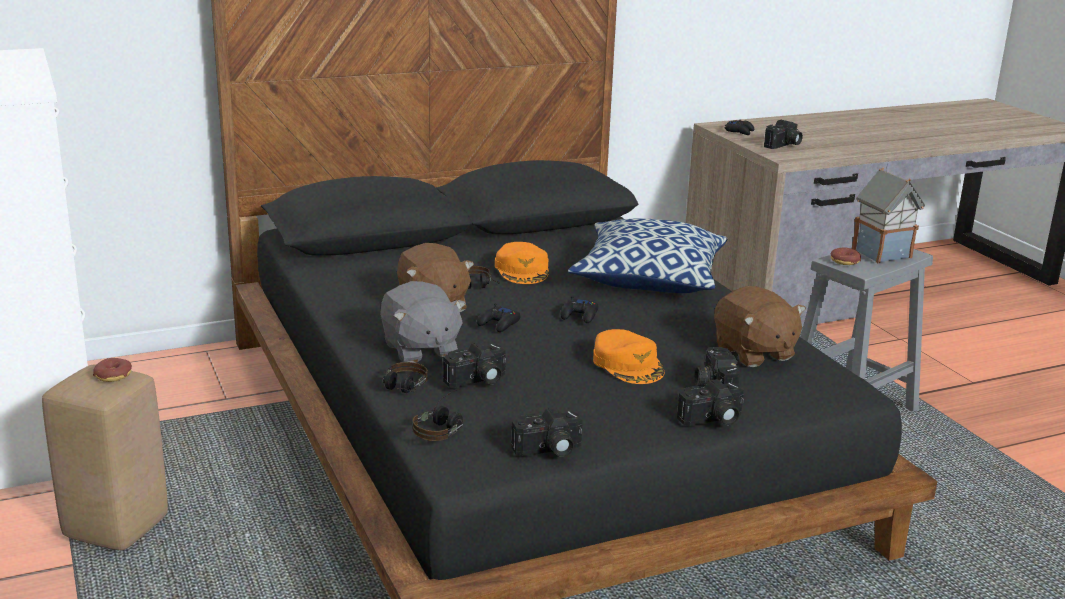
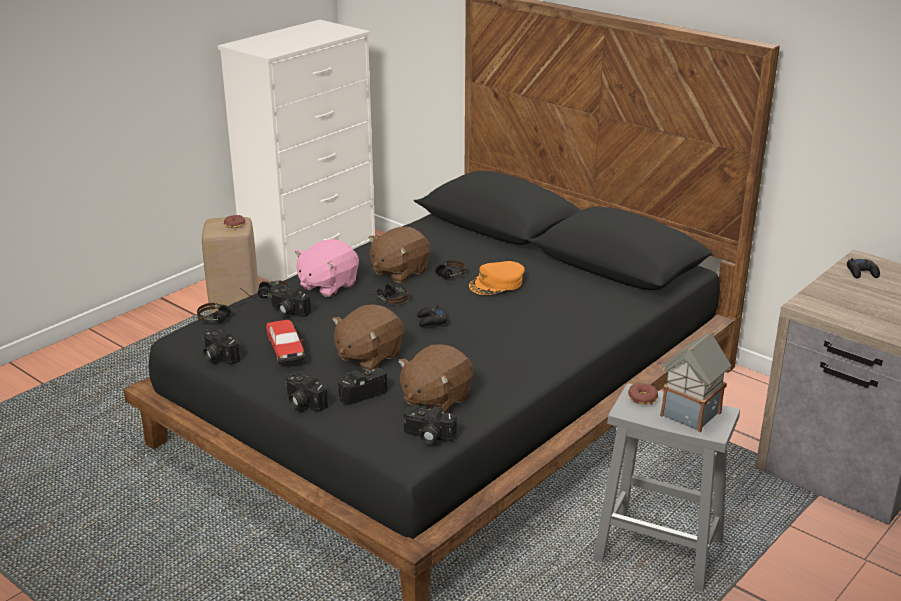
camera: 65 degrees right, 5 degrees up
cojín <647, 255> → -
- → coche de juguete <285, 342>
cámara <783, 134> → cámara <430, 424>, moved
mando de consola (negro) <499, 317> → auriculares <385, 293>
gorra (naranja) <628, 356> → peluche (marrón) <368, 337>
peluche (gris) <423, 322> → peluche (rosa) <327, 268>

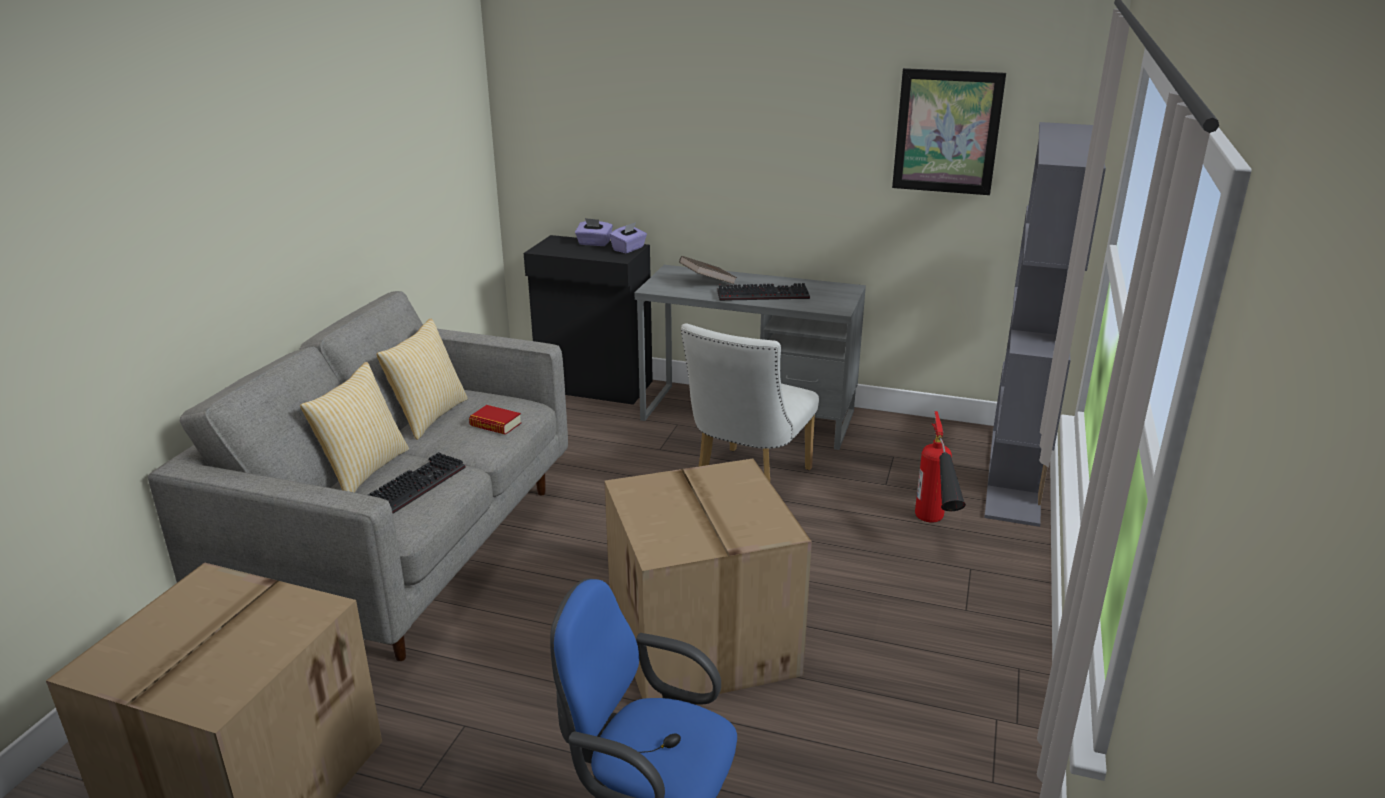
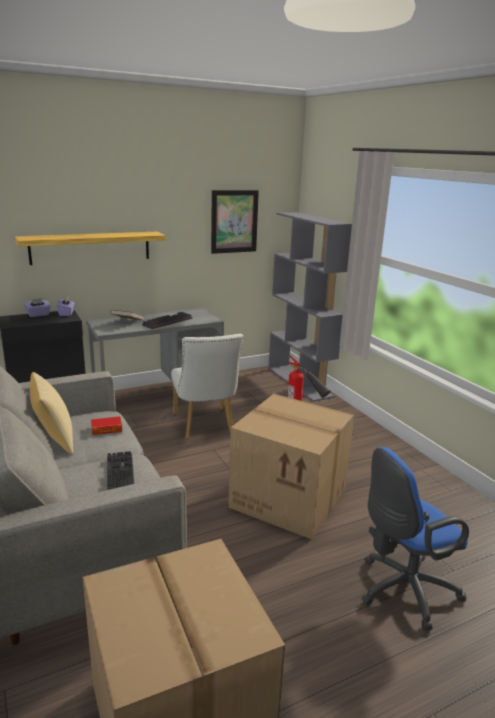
camera: 45 degrees left, 5 degrees down
cojín <354, 427> → -
- → estante <90, 248>

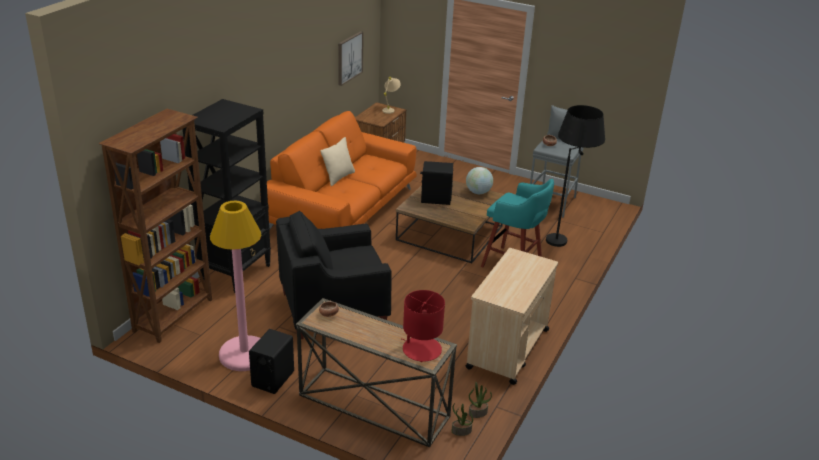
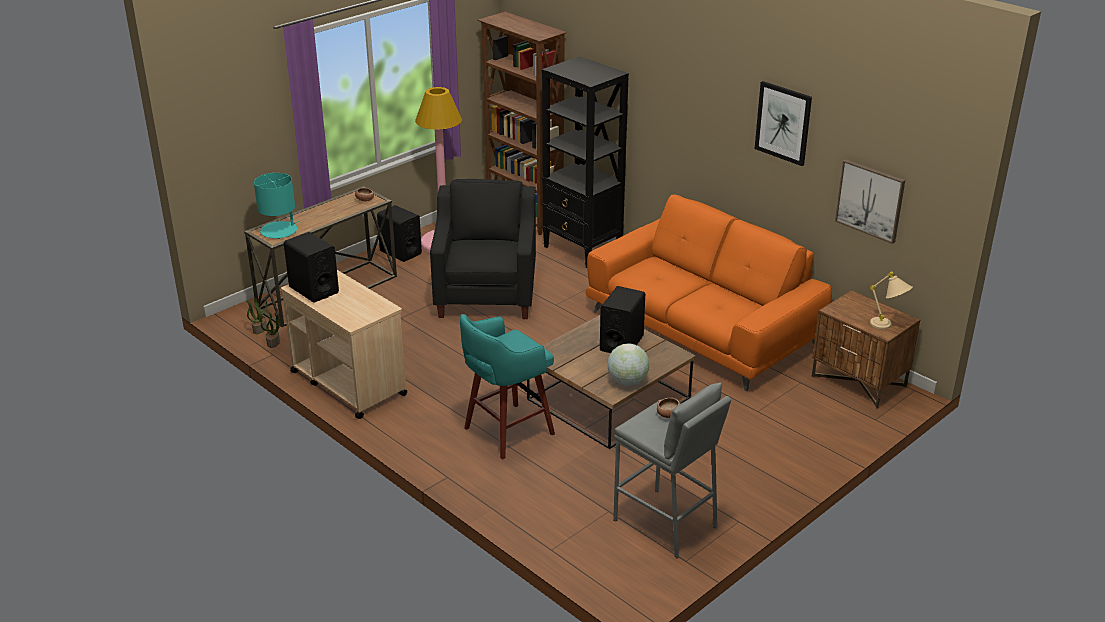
camera: 110 degrees right, 0 degrees up
cojín (beis) <337, 161> → -
lámpara de pie (negro) <575, 176> → -
- → altavoz (negro) <311, 267>
- → cuadro <783, 123>
lámpara de mesa (rojo) <423, 326> → lámpara de mesa (turquesa) <276, 206>

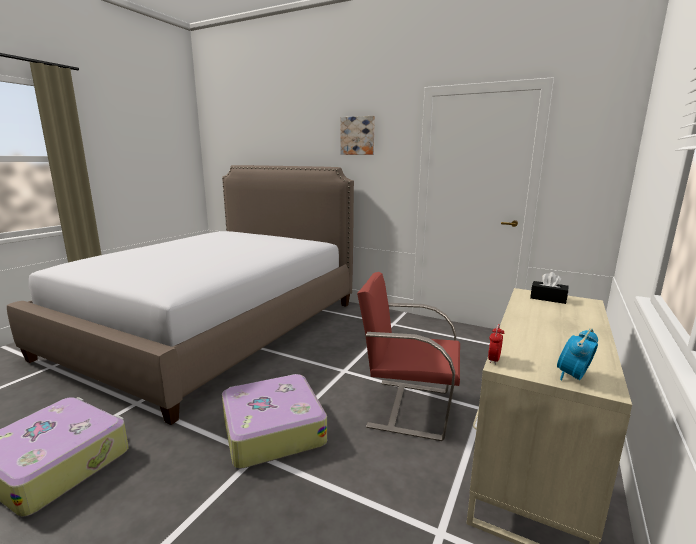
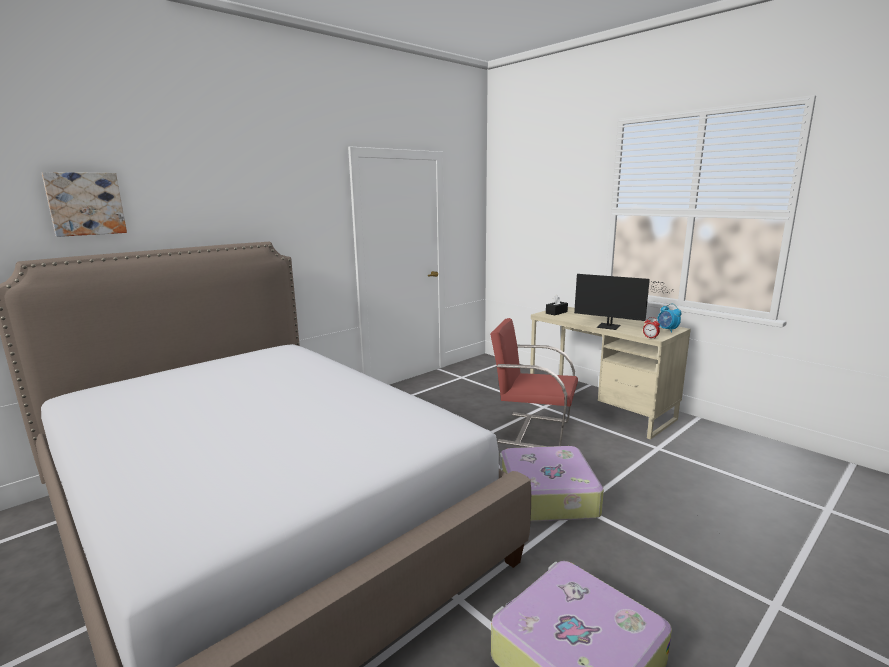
camera: 70 degrees left, 0 degrees up
- → monitor <624, 302>
cuadro <357, 135> → cuadro <84, 204>, moved
silla (rojo) <408, 356> → silla (rojo) <534, 382>, 75 degrees clockwise

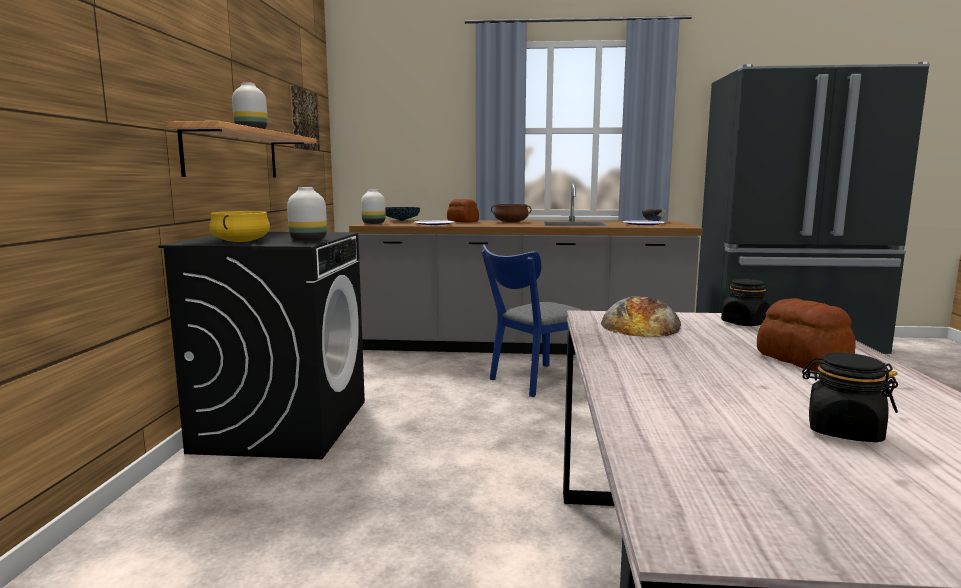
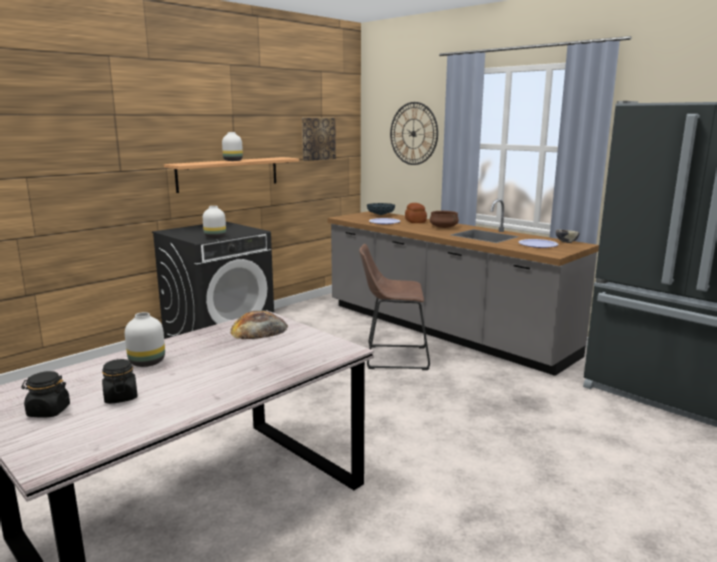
camera: 40 degrees right, 5 degrees up
olla (amarillo) <239, 226> → -
pan <806, 335> → -
- → reloj de pared <414, 133>
florero (blanco) <373, 207> → florero (blanco) <145, 339>, moved
tarro (negro) <745, 302> → tarro (negro) <45, 394>, moved
silla (azul) <533, 320> → taburete (marrón) <394, 307>

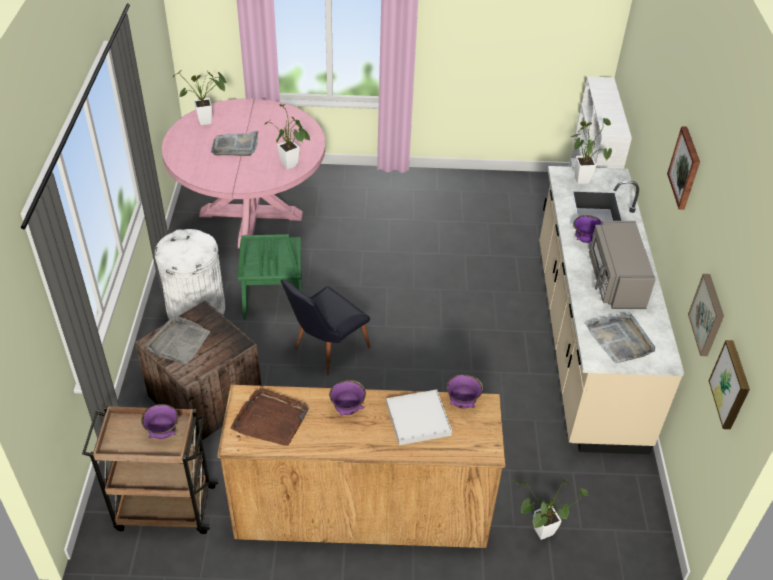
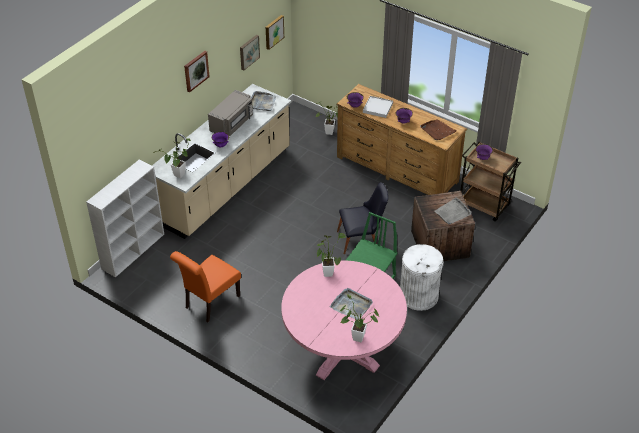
camera: 145 degrees left, 0 degrees up
- → silla (naranja) <205, 286>

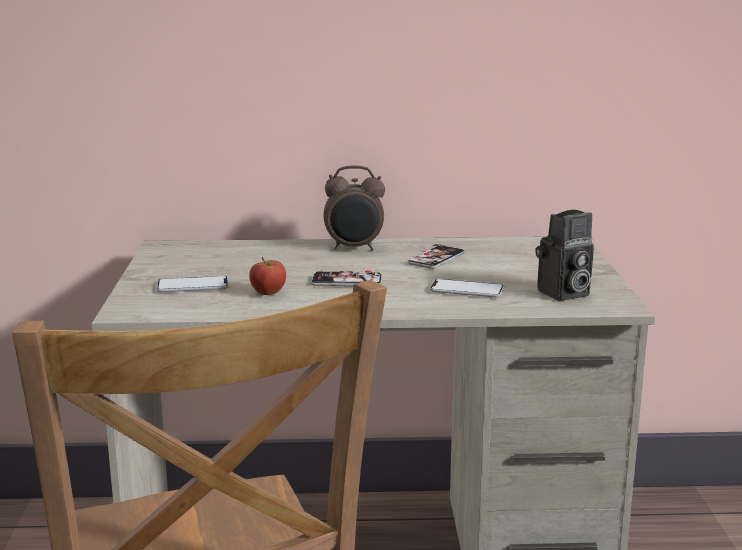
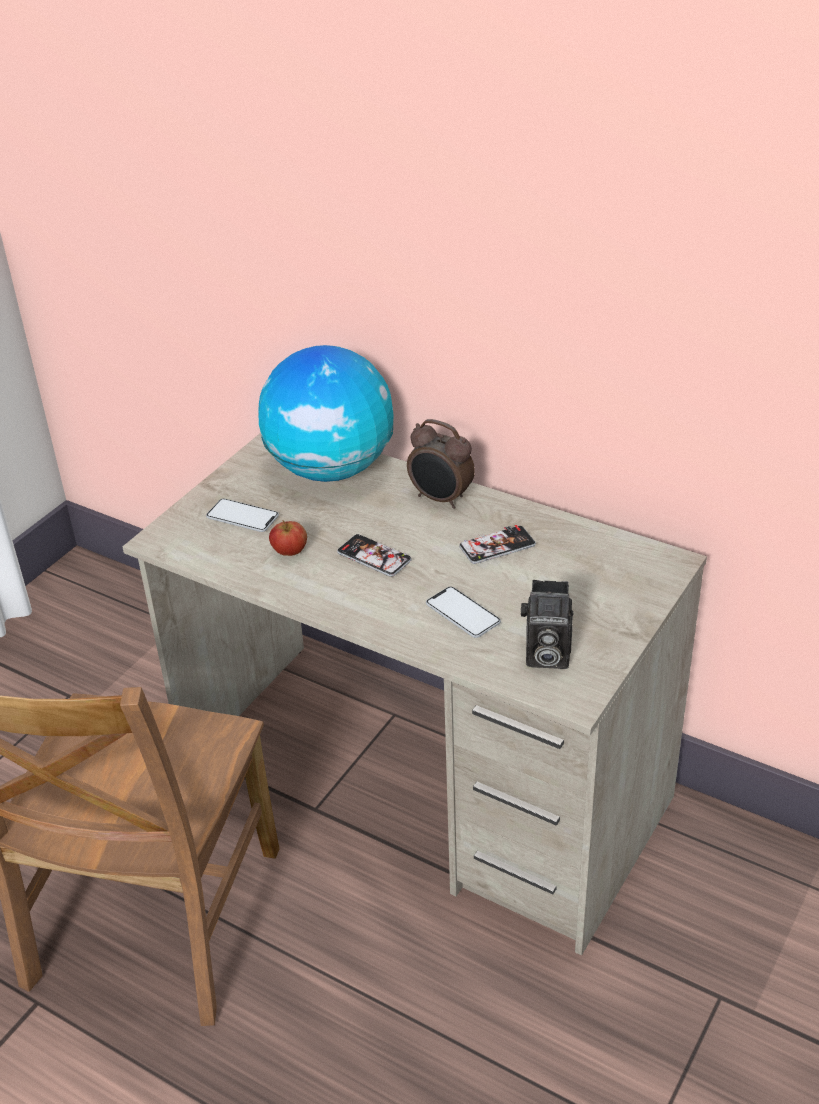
camera: 35 degrees right, 20 degrees up
- → globo terráqueo <326, 413>

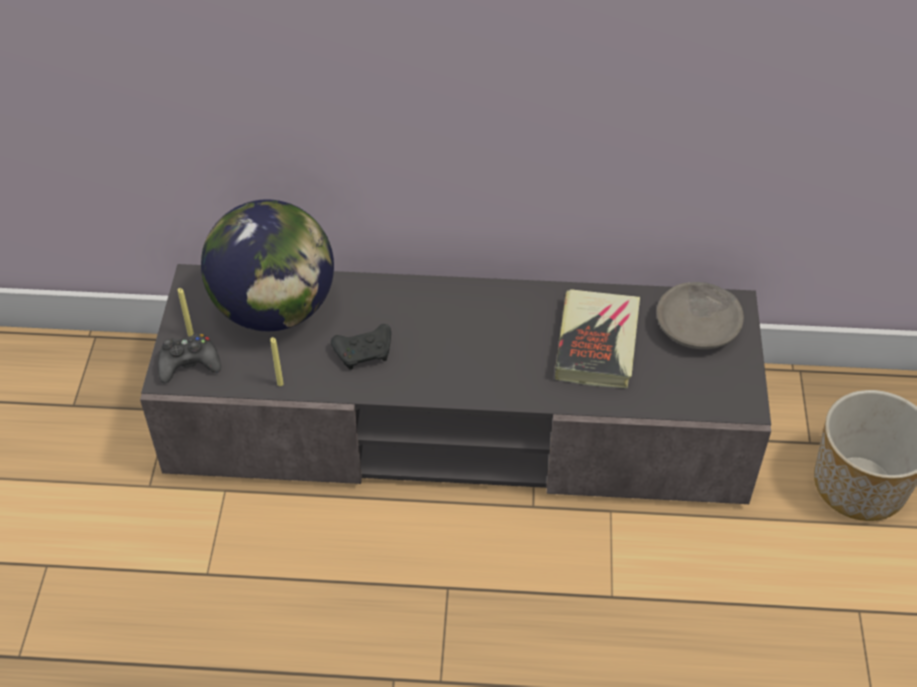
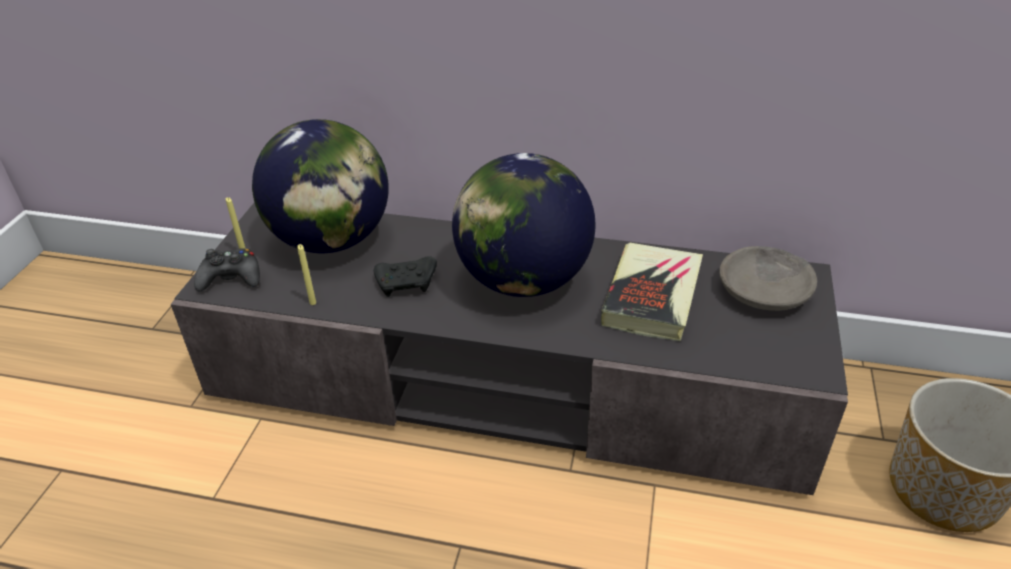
camera: 10 degrees right, 10 degrees down
- → globo terráqueo <524, 225>

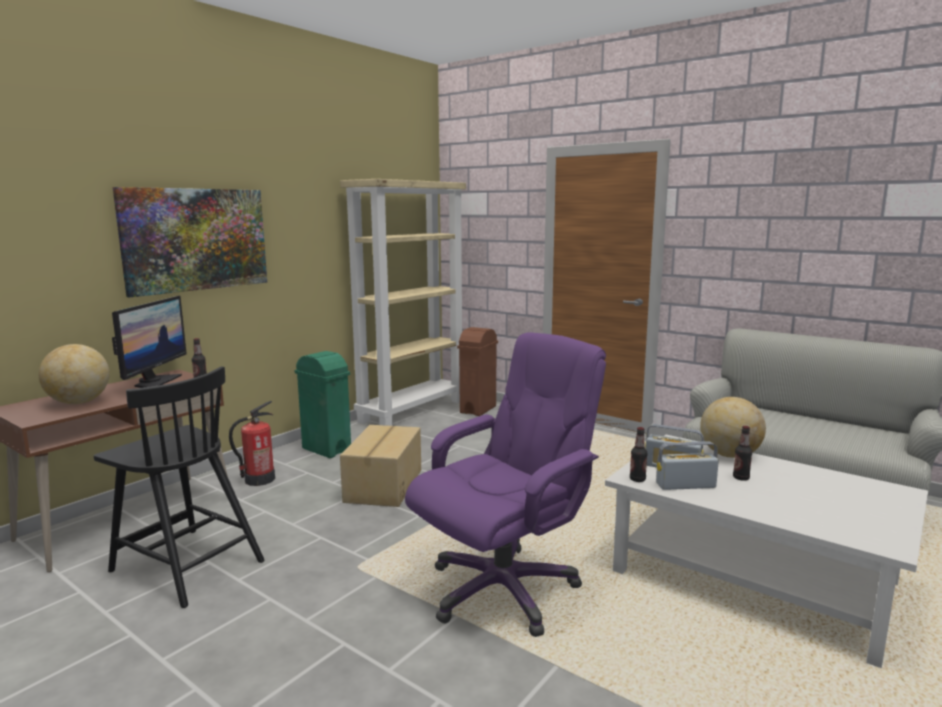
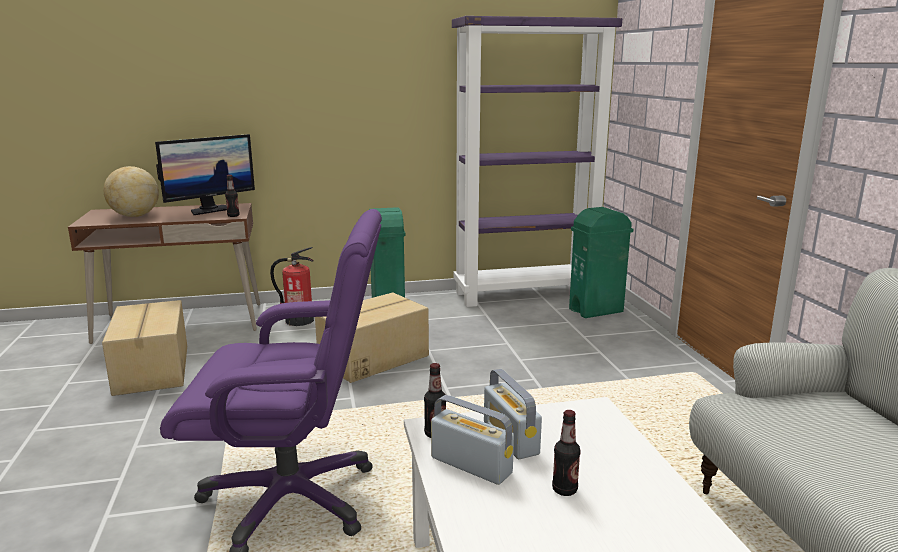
camera: 40 degrees right, 5 degrees up
cuadro <190, 242> → -
globo terráqueo <733, 427> → -
silla (negro) <179, 487> → caja de cartón <144, 348>
estantería (beis) <403, 302> → estantería (morado) <537, 161>
papelera (marrón) <477, 371> → papelera (verde) <601, 262>

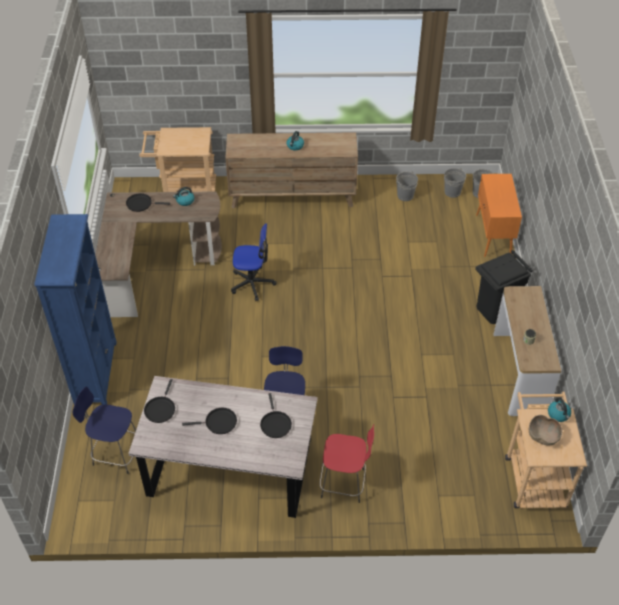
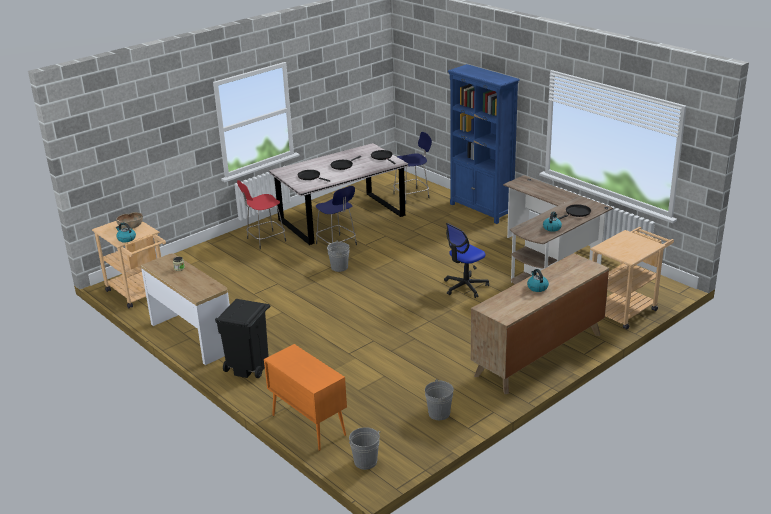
camera: 140 degrees right, 20 degrees down
cubo (gris) <455, 183> → cubo (gris) <338, 256>, moved

